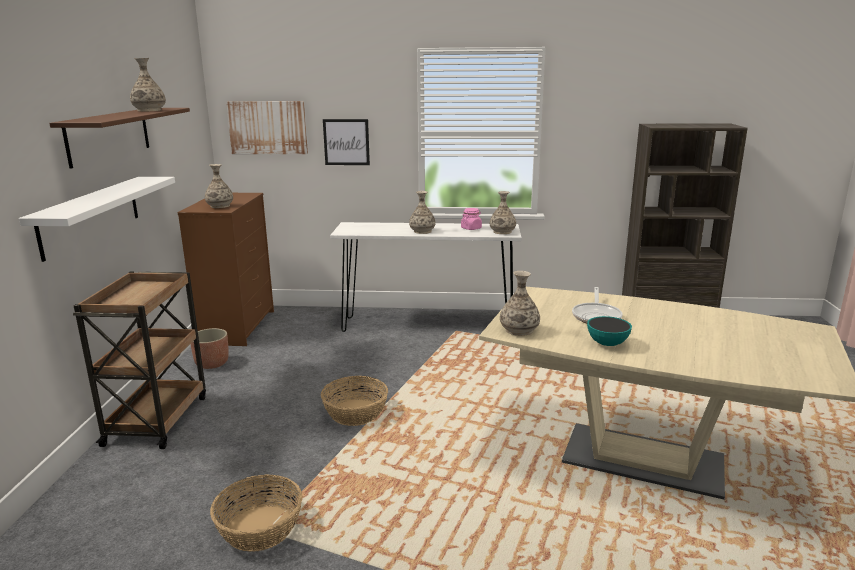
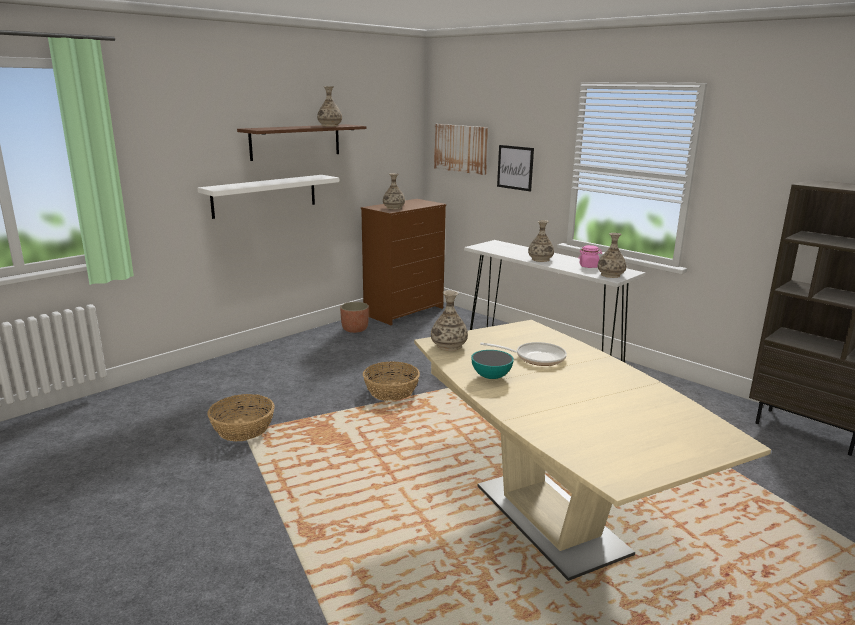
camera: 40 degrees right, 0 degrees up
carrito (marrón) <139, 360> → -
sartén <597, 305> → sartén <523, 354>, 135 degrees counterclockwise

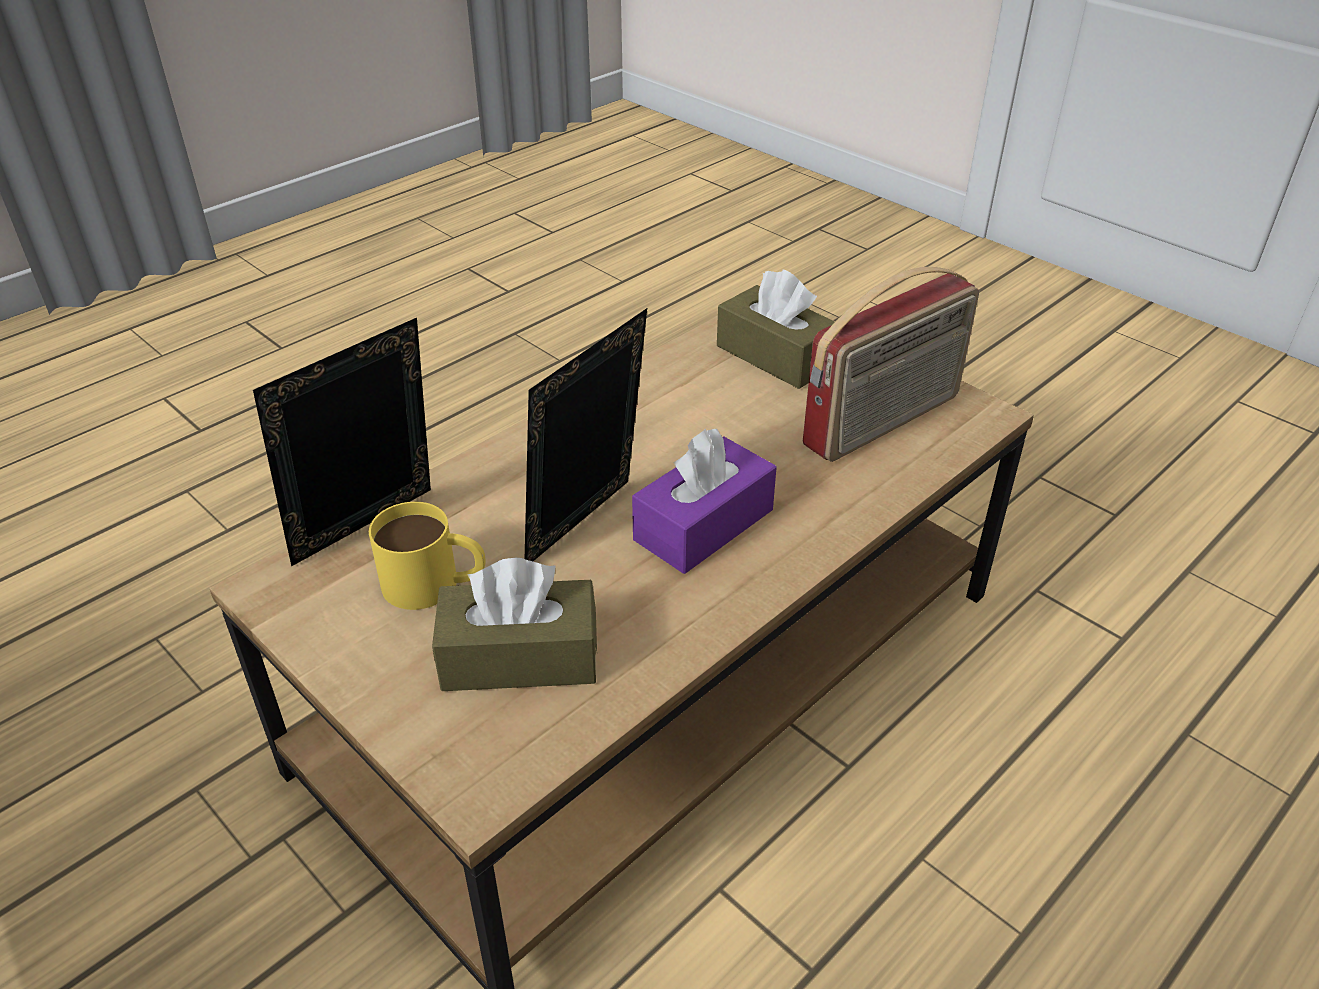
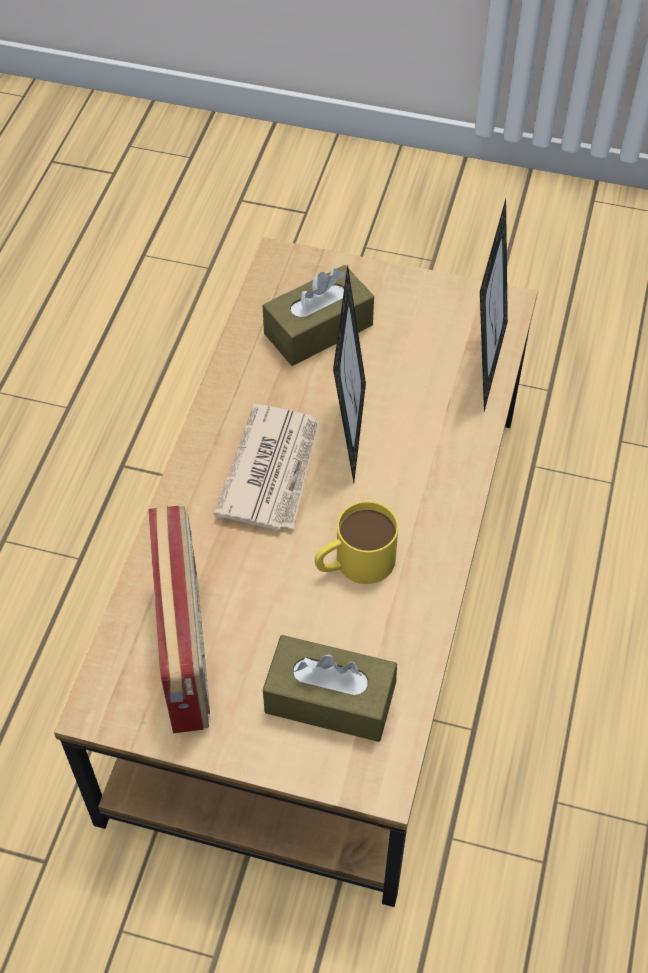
camera: 150 degrees right, 15 degrees up
taza grande (amarillo) <427, 556> → taza grande (amarillo) <356, 542>, moved
caja de pañuelos (morado) <704, 501> → periódico <267, 467>
radio <891, 364> → radio <179, 619>, 150 degrees clockwise

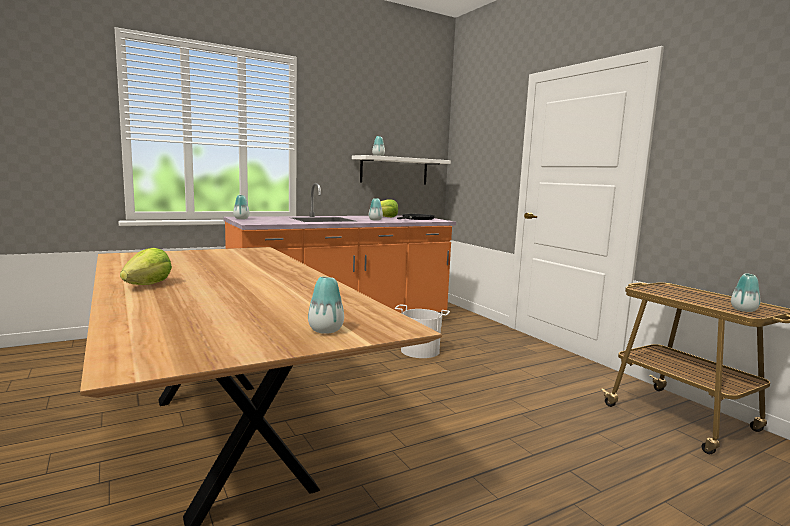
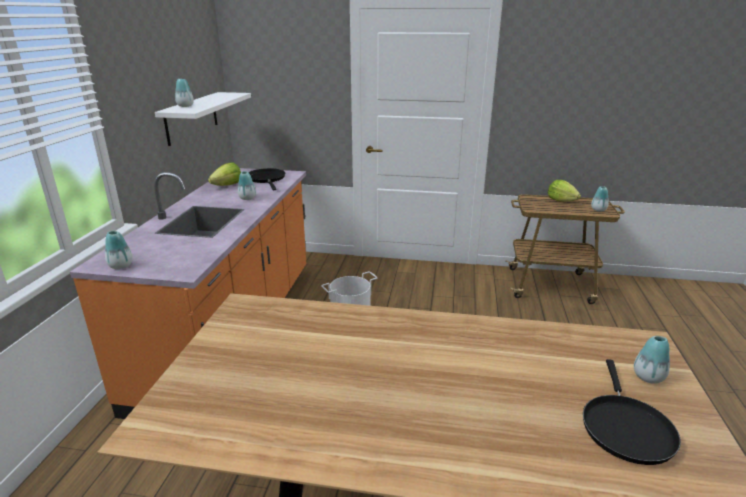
camera: 50 degrees left, 15 degrees up
- → sartén (negro) <632, 412>
lechuga <146, 266> → lechuga <564, 191>, moved

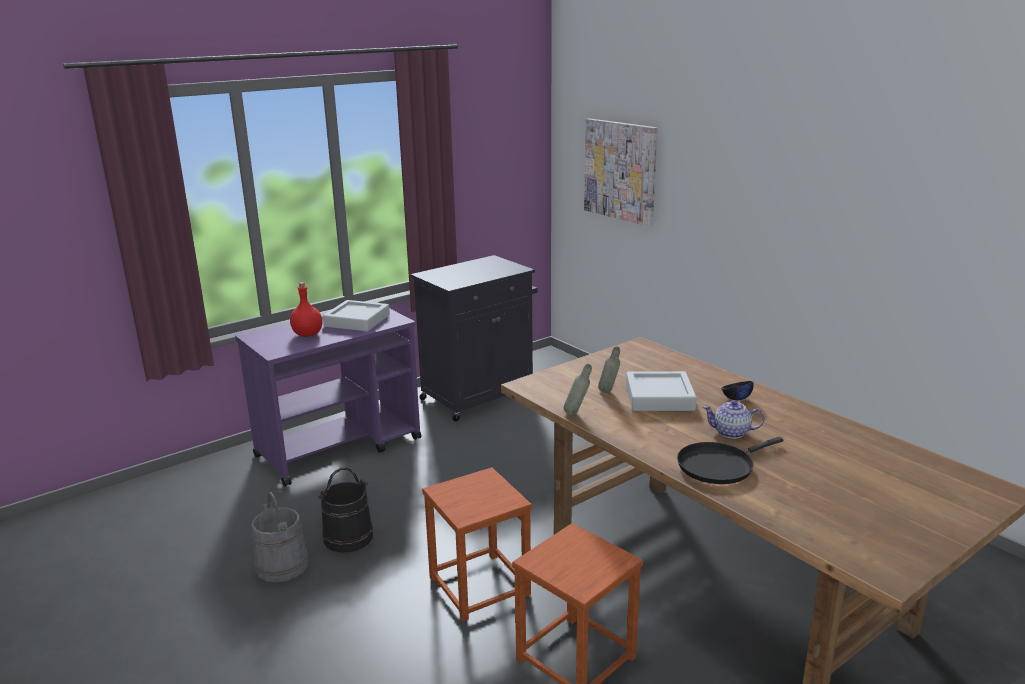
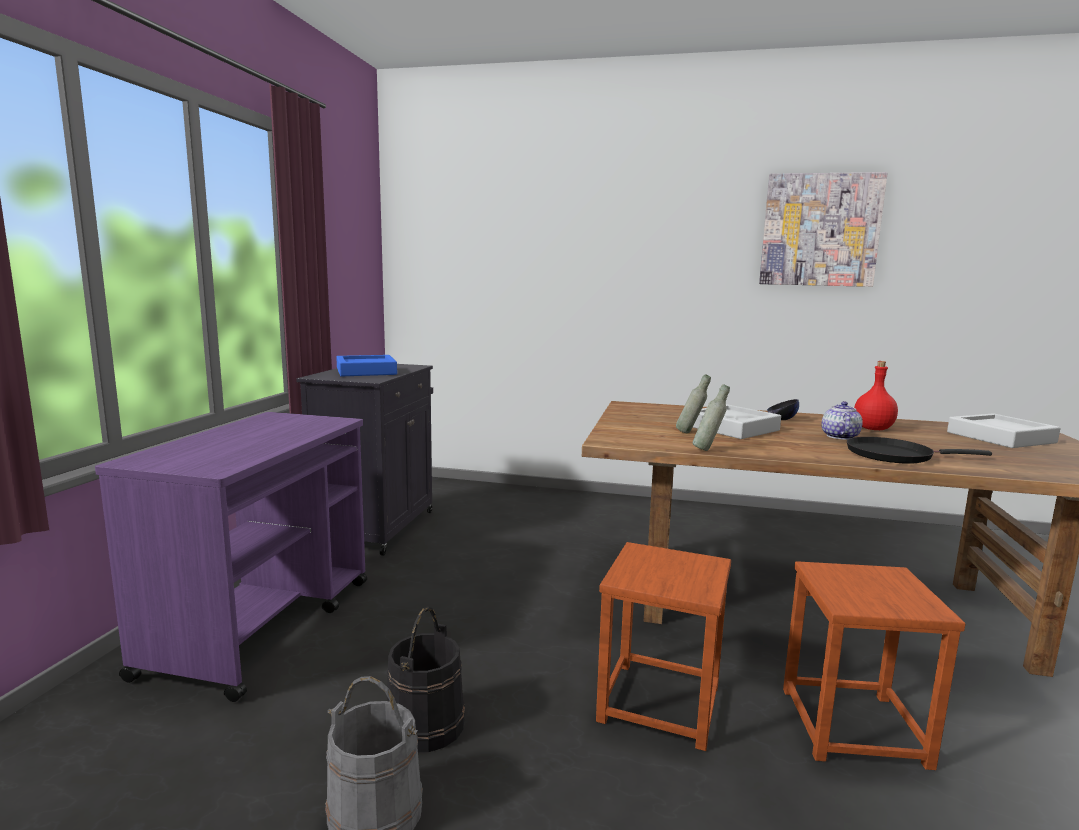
camera: 40 degrees left, 10 degrees down
- → bandeja (azul) <366, 366>
botella (rojo) <306, 309> → botella (rojo) <876, 395>, moved
bandeja (gris) <356, 315> → bandeja (gris) <1004, 430>, moved
cuadro <621, 172> → cuadro <823, 229>, moved
sartén (negro) <730, 460> → sartén (negro) <919, 450>, 75 degrees clockwise
tetera <734, 419> → tetera <842, 420>, 135 degrees clockwise

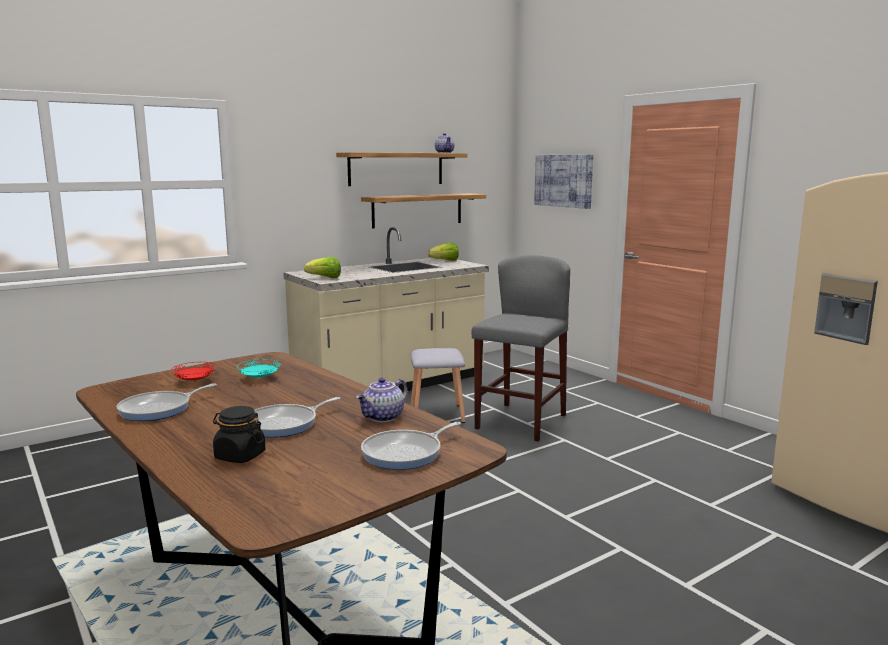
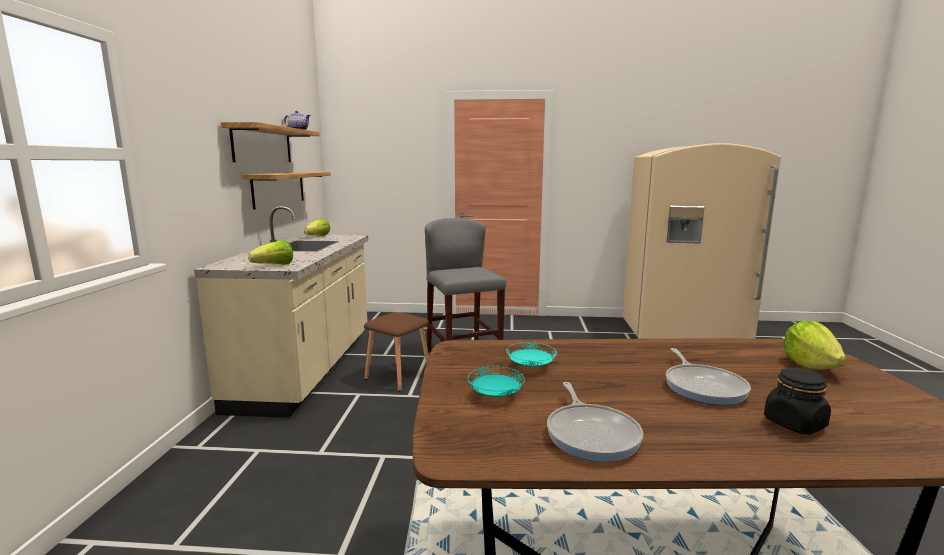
camera: 50 degrees left, 0 degrees up
tetera <382, 400> → -
cuadro <563, 182> → -
sartén <411, 446> → lechuga <815, 345>
plato (rojo) <193, 371> → plato (turquesa) <496, 381>
taburete (gris) <438, 385> → taburete (marrón) <396, 351>

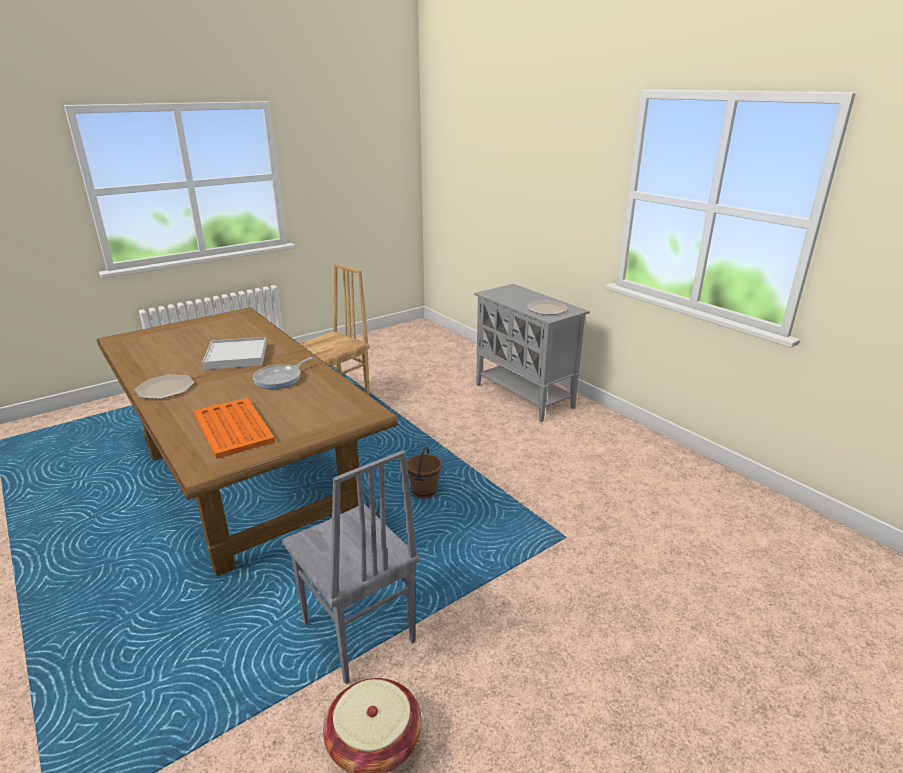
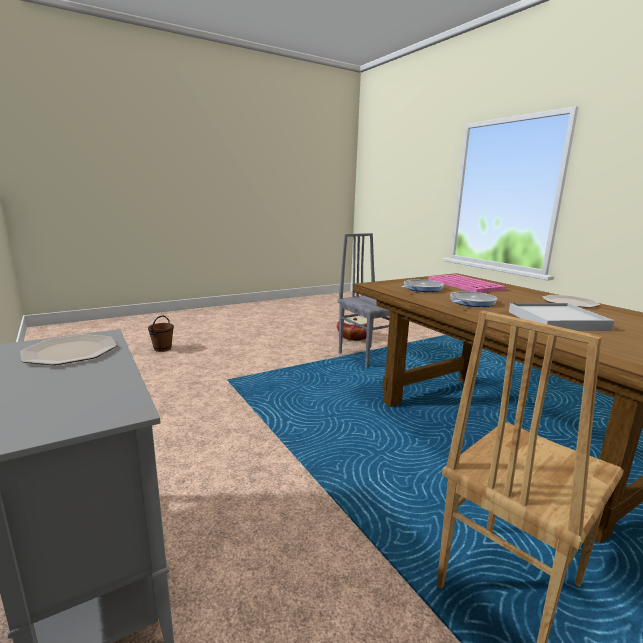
camera: 175 degrees left, 10 degrees down
- → sartén <422, 285>
cubo (marrón) <424, 473> → cubo (marrón) <161, 333>, moved
bandeja (naranja) <234, 428> → bandeja (rosa) <467, 283>

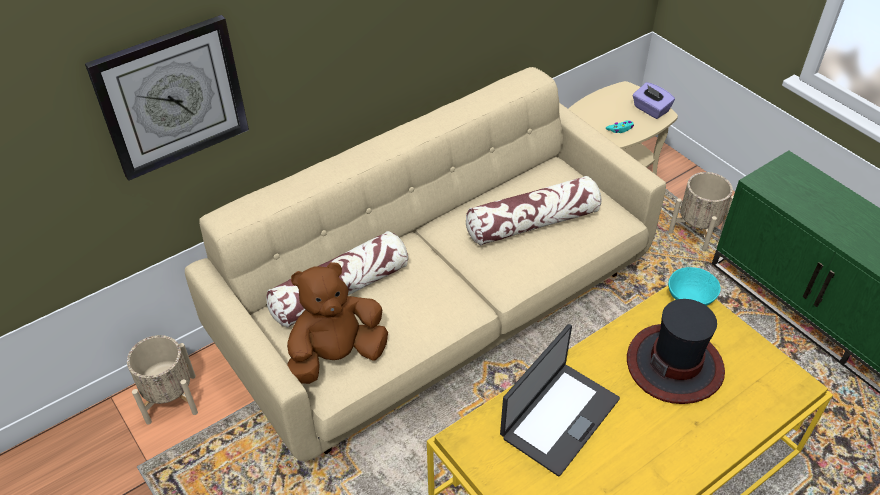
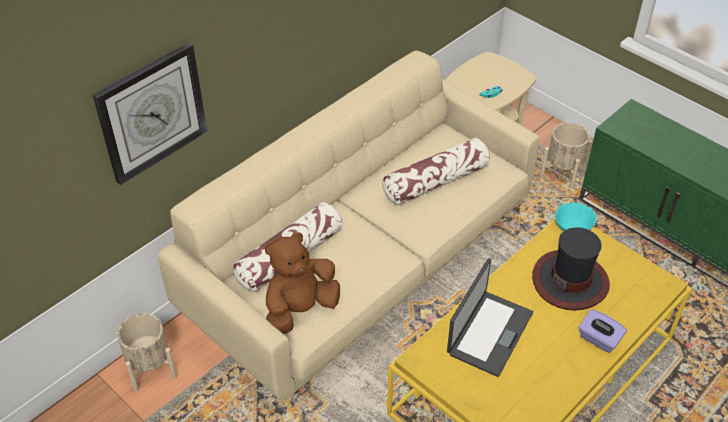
camera: 10 degrees left, 0 degrees up
caja de pañuelos (morado) <654, 100> → caja de pañuelos (morado) <603, 331>, moved

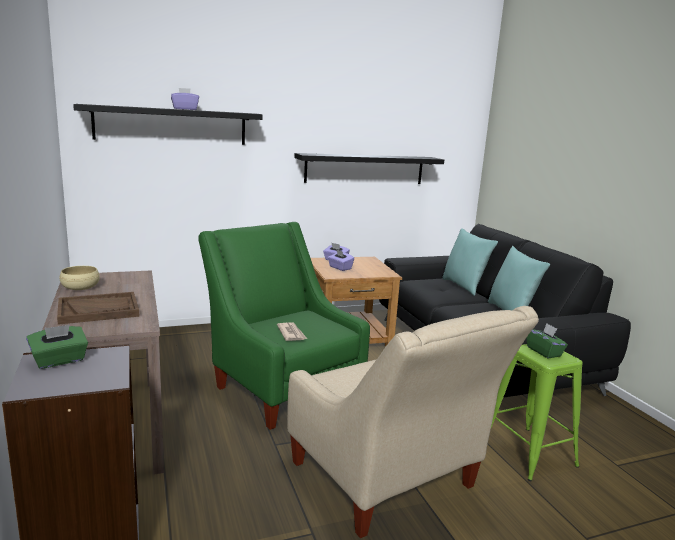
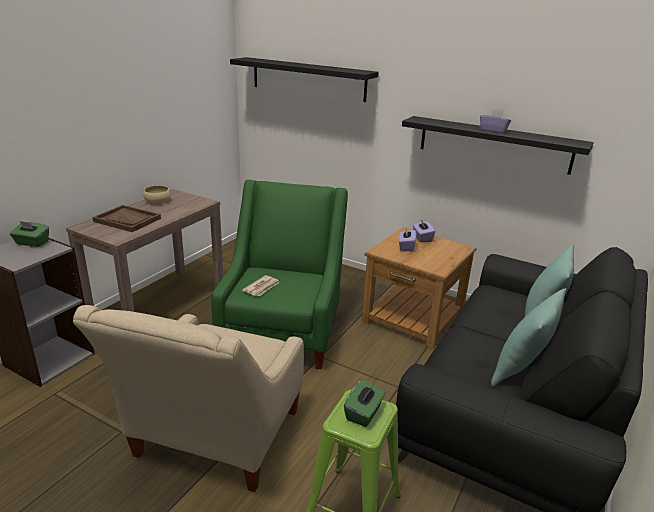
camera: 50 degrees right, 10 degrees up
caja de pañuelos (morado) <185, 99> → caja de pañuelos (morado) <495, 121>, moved

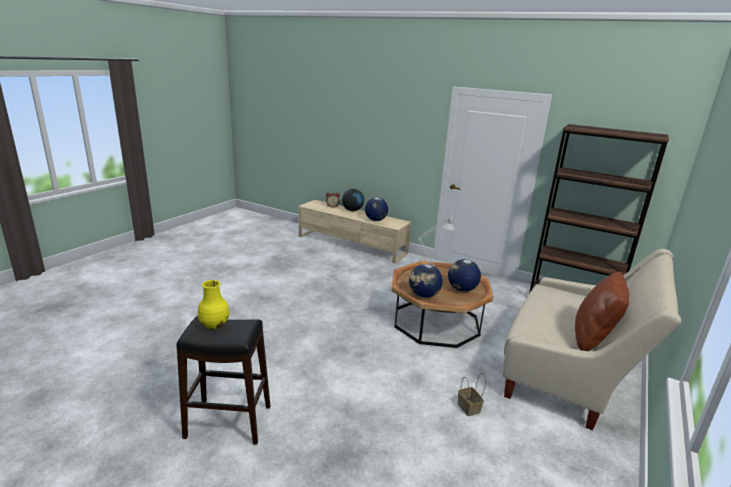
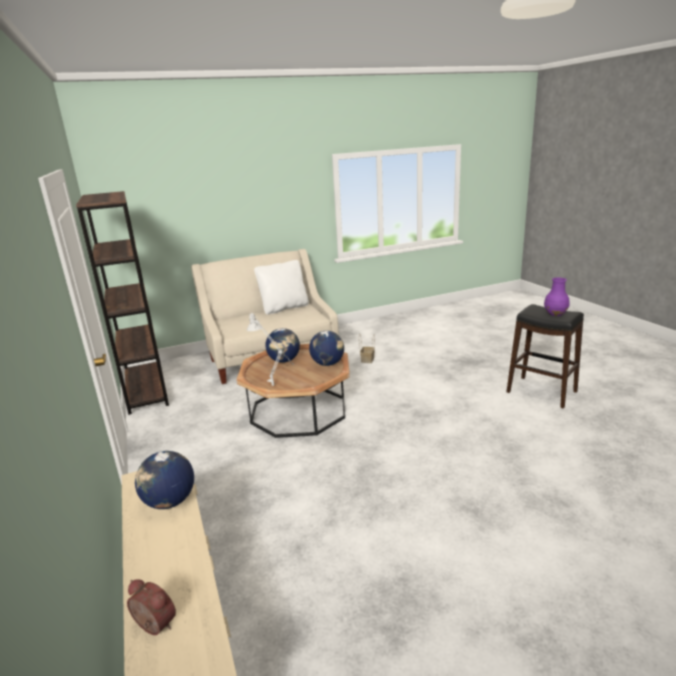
camera: 140 degrees left, 0 degrees up
globo terráqueo <353, 200> → -
florero (amarillo) <214, 305> → florero (morado) <556, 296>
cojín (marrón) <602, 311> → cojín (blanco) <281, 287>

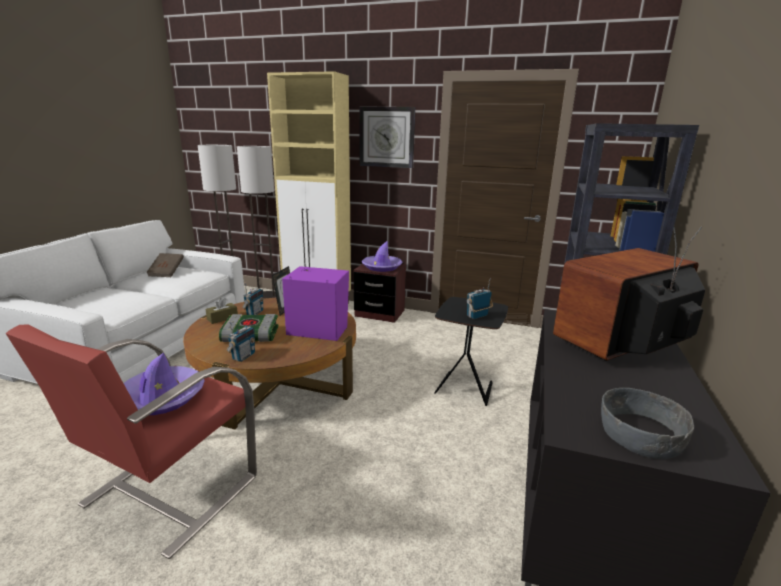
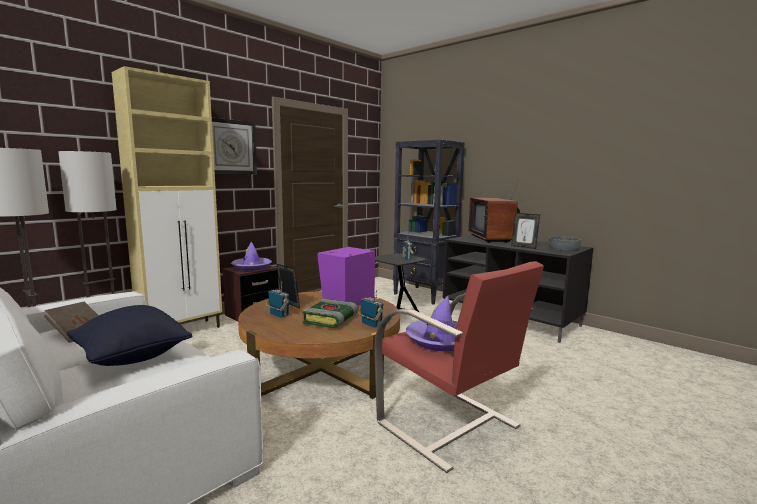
camera: 65 degrees left, 10 degrees down
caja de pañuelos (marrón) <221, 311> → -
- → cojín (negro) <130, 335>
- → portarretratos <525, 231>

